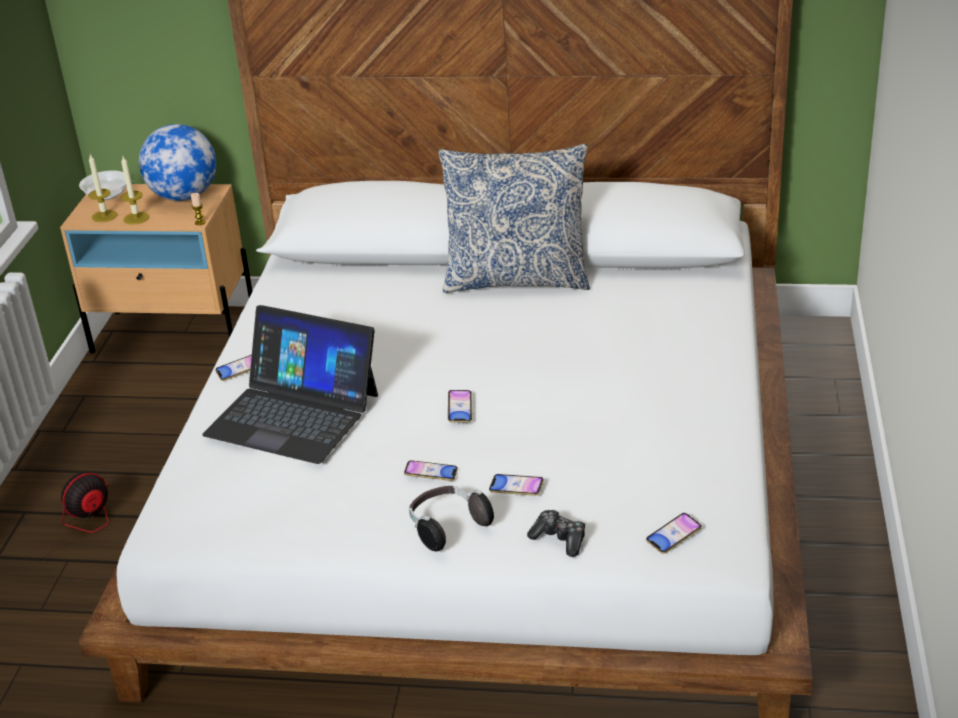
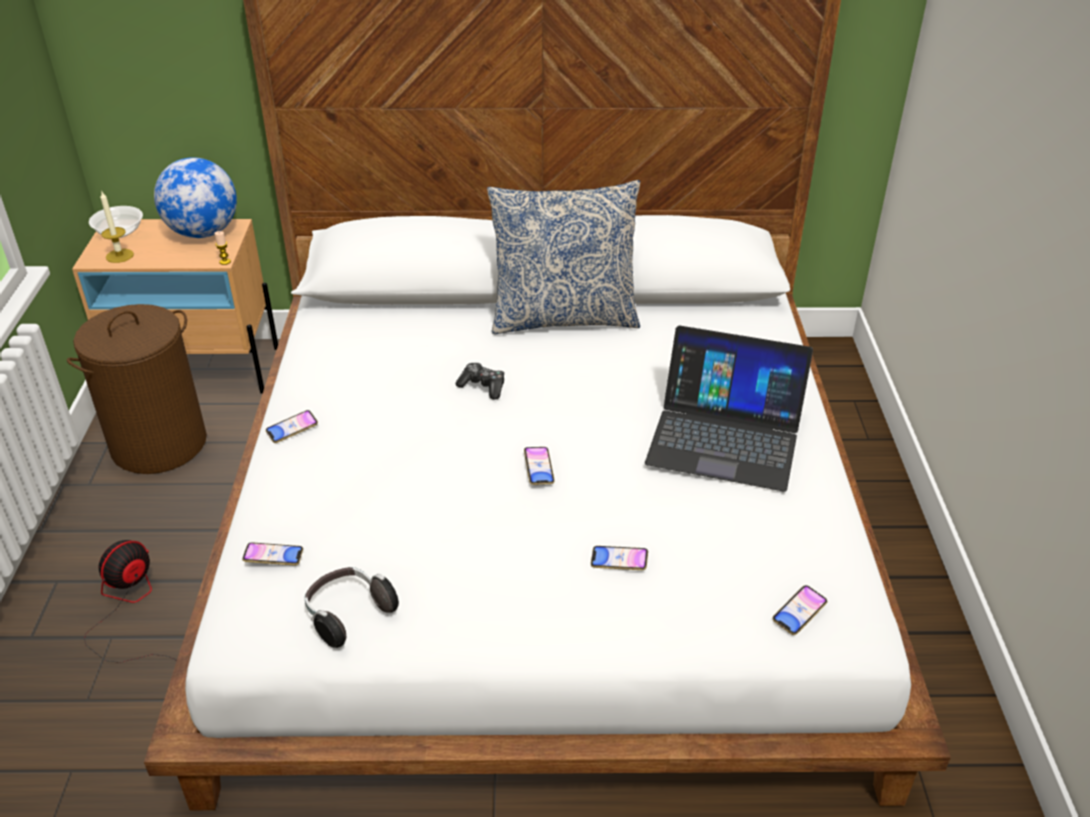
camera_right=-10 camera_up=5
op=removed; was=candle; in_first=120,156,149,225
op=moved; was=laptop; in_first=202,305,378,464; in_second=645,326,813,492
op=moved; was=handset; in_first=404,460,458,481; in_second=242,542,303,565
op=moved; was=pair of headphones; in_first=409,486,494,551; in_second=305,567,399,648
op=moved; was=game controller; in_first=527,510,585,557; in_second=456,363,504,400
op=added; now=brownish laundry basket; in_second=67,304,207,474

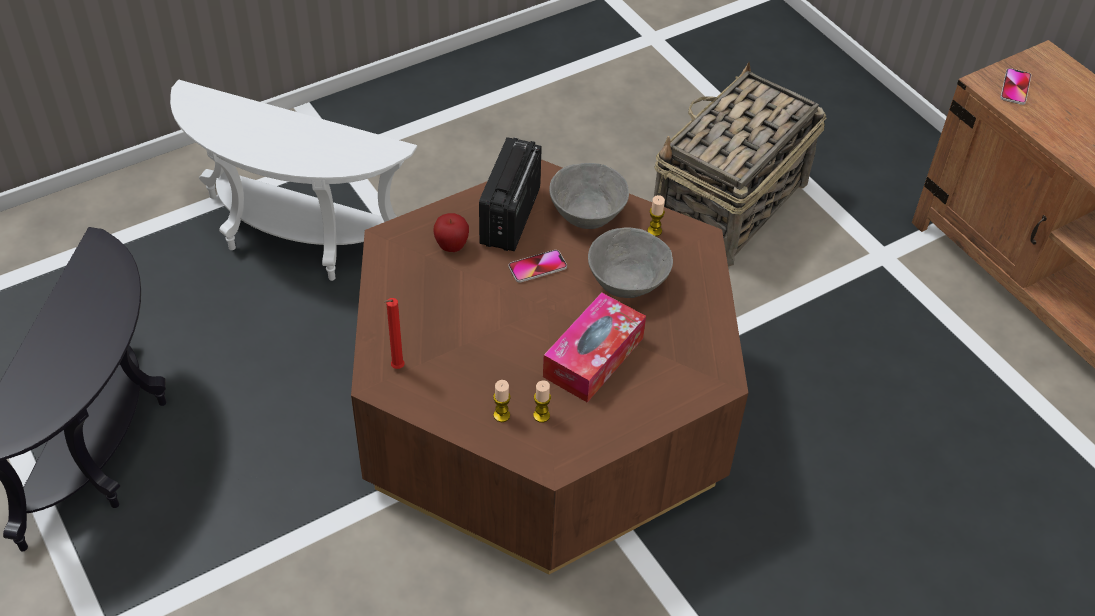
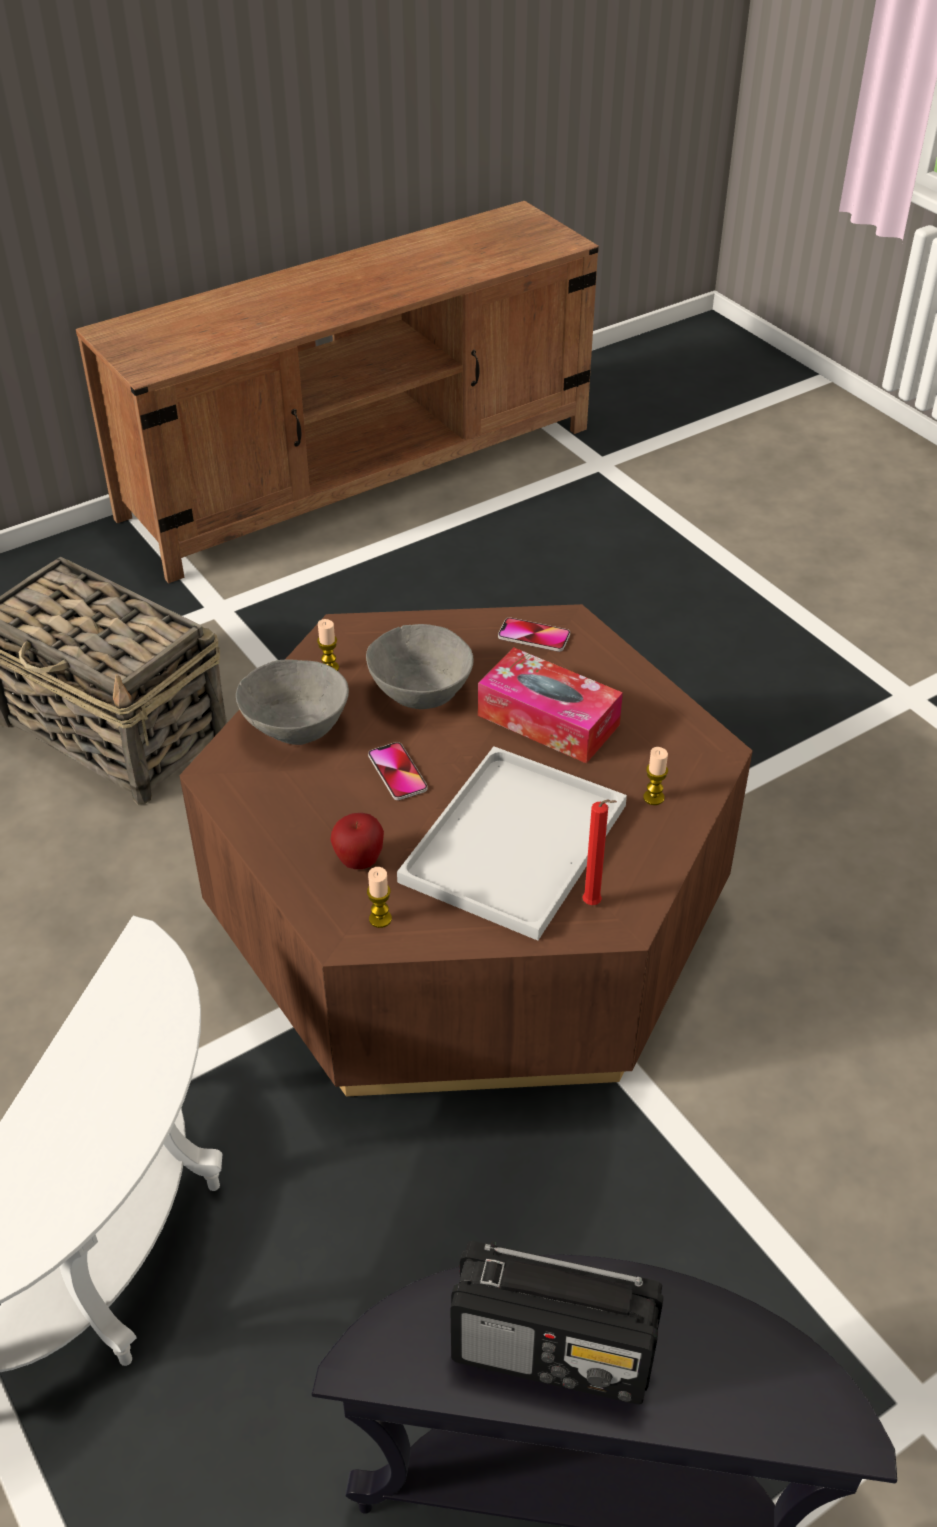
camera_right=-90 camera_up=-5
op=moved; was=radio set; in_first=479,137,542,251; in_second=450,1241,663,1404
op=moved; was=candle; in_first=533,380,551,423; in_second=367,867,392,928
op=moved; was=handset; in_first=1000,68,1031,105; in_second=498,618,570,652
op=added; now=whitish tray; in_second=397,746,627,941

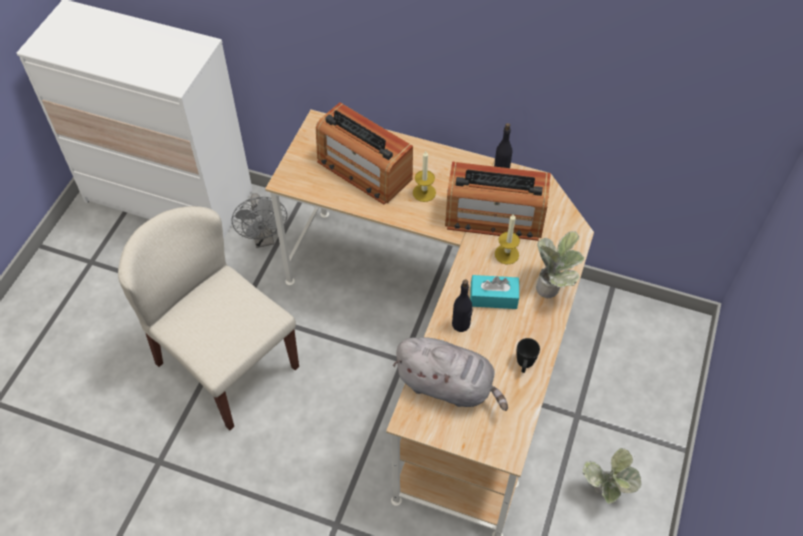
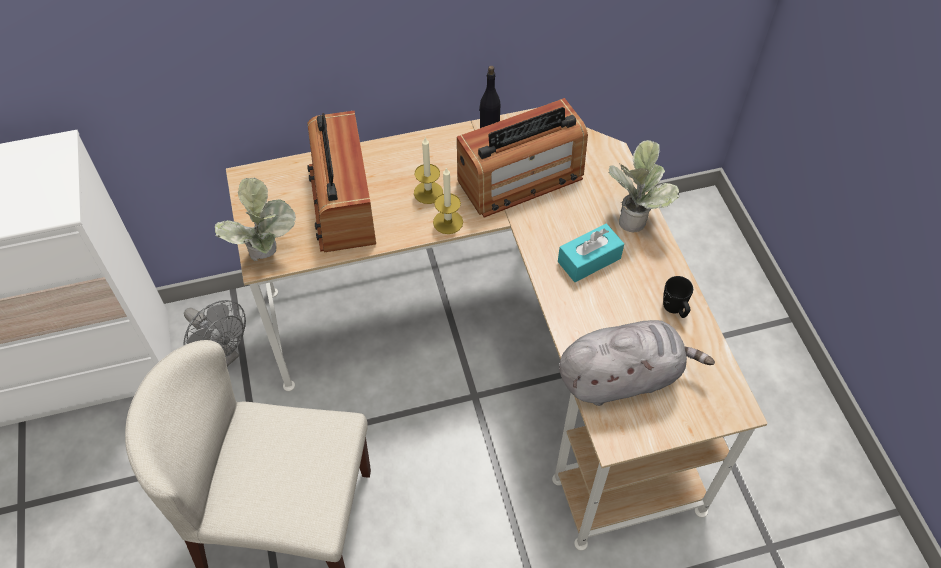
camera_right=-35 camera_up=0
op=turned; was=radio set; in_first=316,102,413,204; in_second=307,111,376,253; clockwise=75
op=removed; was=black beverage bottle; in_first=452,279,473,332
op=moved; was=candle; in_first=495,213,520,264; in_second=433,167,463,234
op=moved; was=plant in a pot; in_first=582,448,642,504; in_second=215,178,296,261

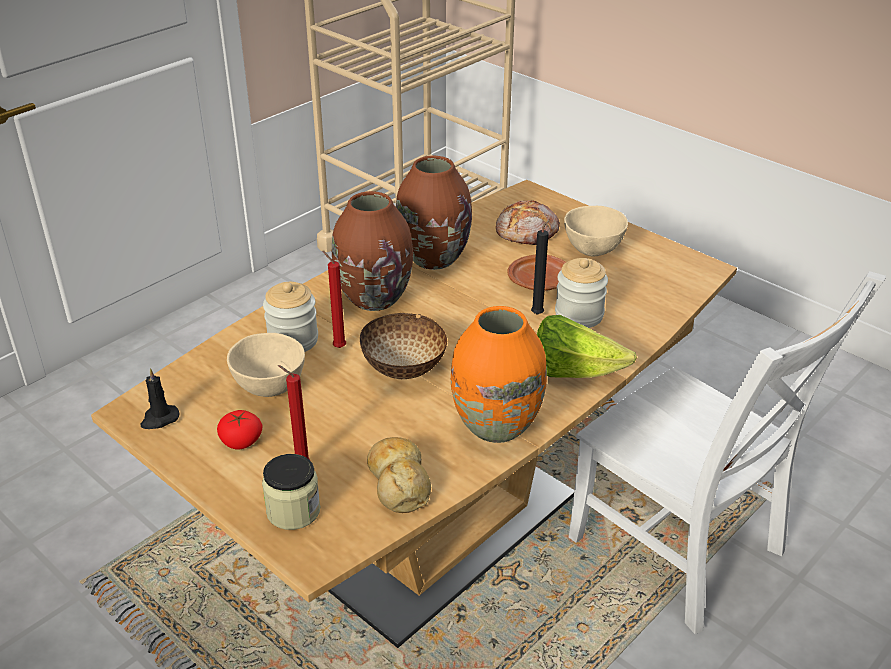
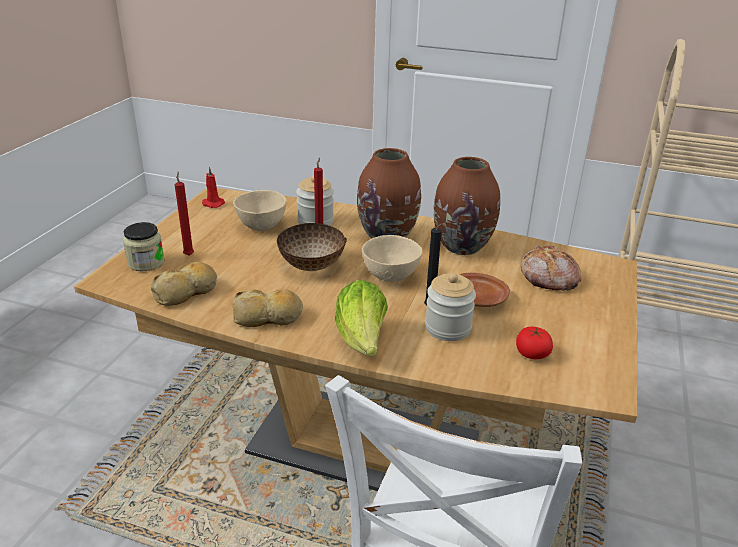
camera_right=65 camera_up=-5
op=recoloured; was=black candle; now=red candle; in_first=140,368,180,429; in_second=202,167,225,208
op=moved; was=tomato; in_first=217,410,262,450; in_second=516,327,553,359
op=replaced; was=orangey vase; now=bread; in_first=451,306,547,443; in_second=233,289,303,327
op=moved; was=beige-coloured serving bowl; in_first=564,206,628,256; in_second=362,235,422,282

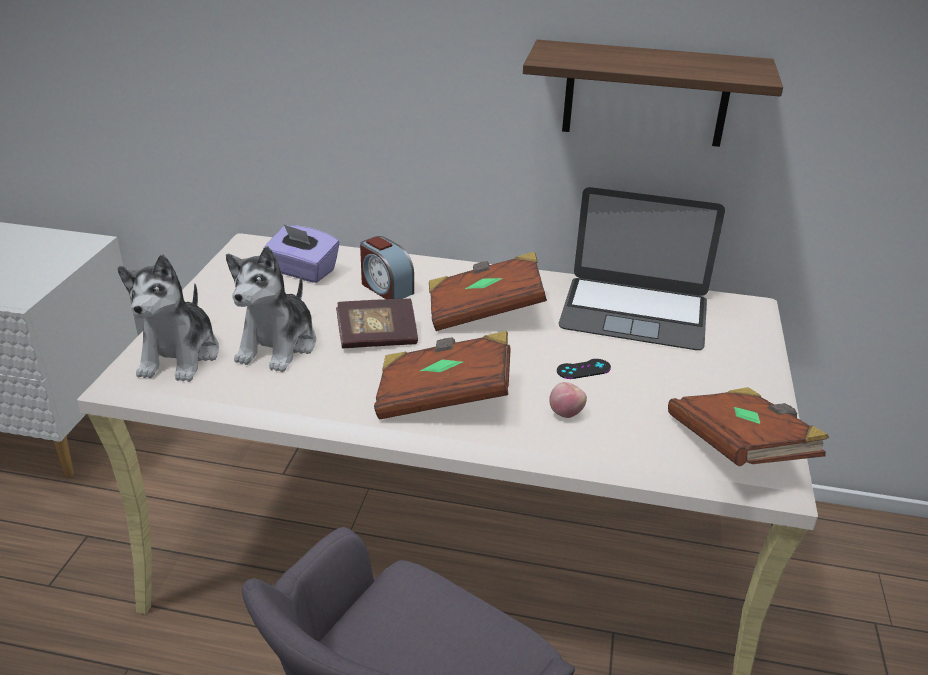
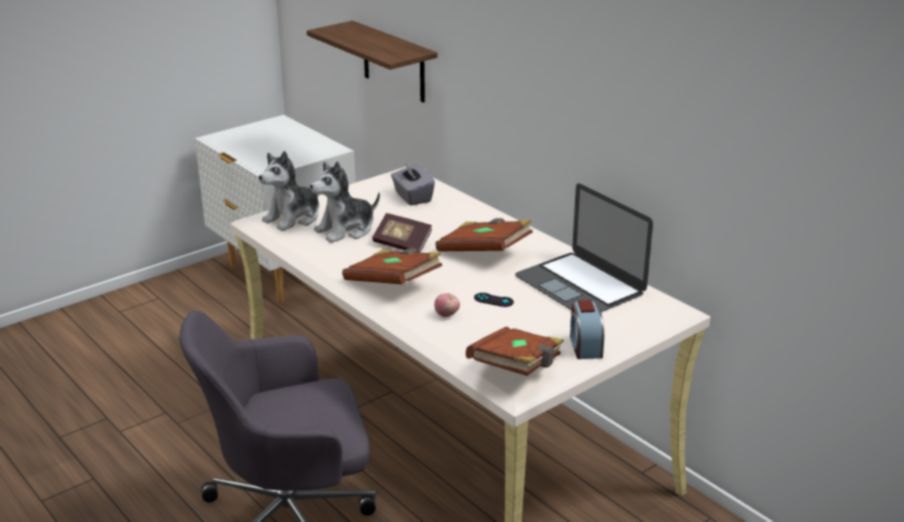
camera_right=40 camera_up=-5
op=recoloured; was=purplish box of tissues; now=grey box of tissues; in_first=263,224,340,283; in_second=391,162,435,205
op=moved; was=table clock; in_first=360,236,414,299; in_second=570,300,604,359
op=moved; was=wall shelf; in_first=523,40,783,147; in_second=307,21,438,103

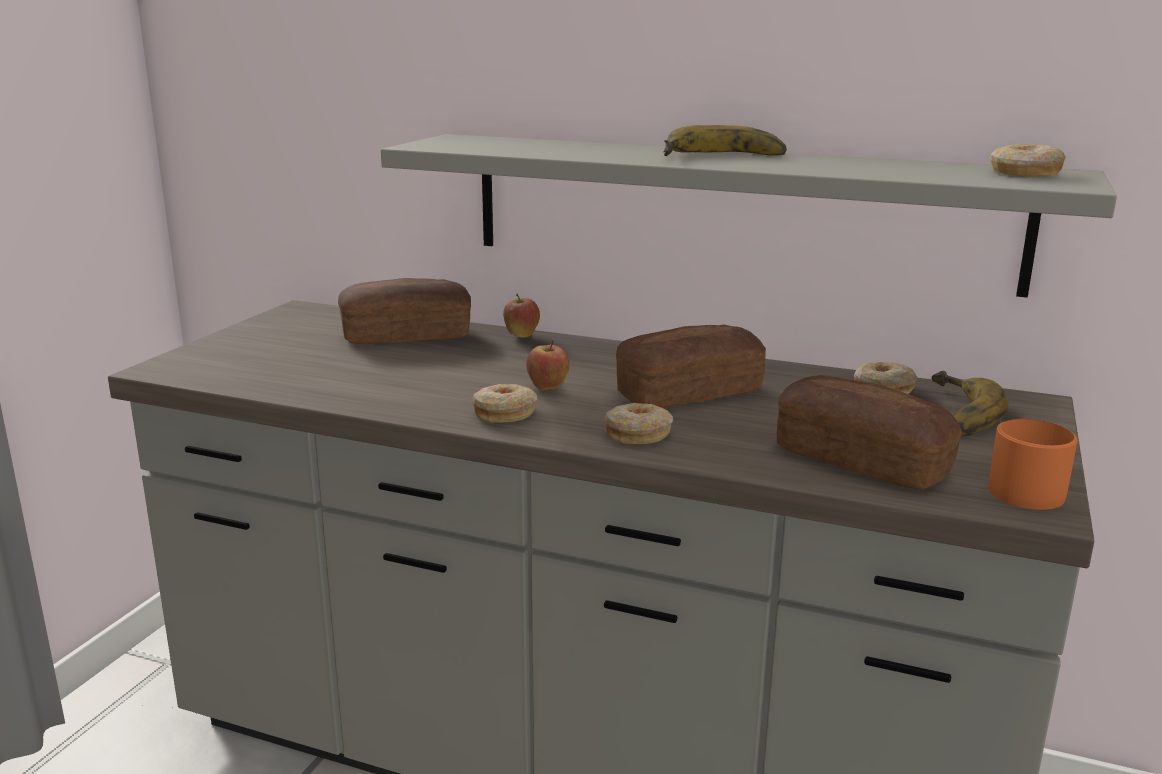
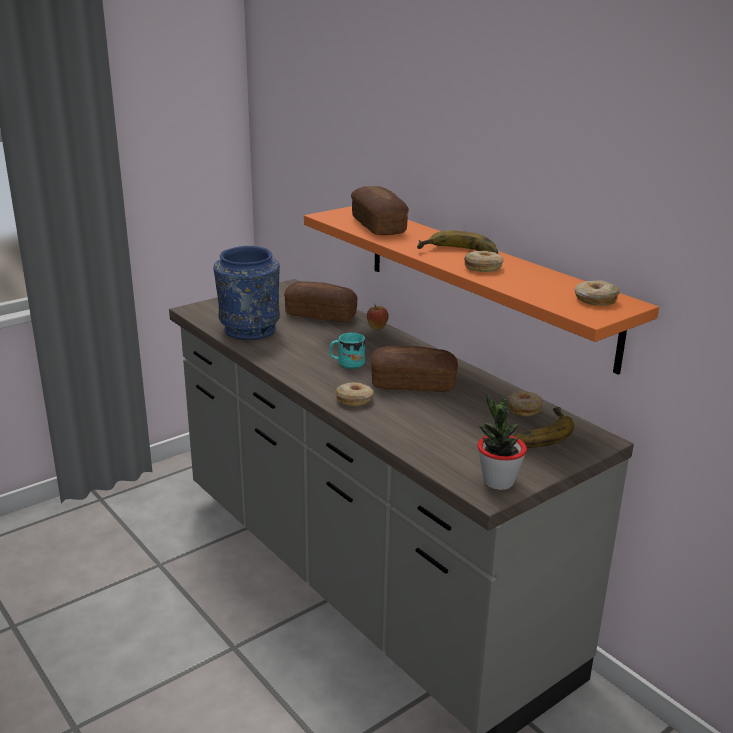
camera_right=30 camera_up=5
op=recoloured; was=grey wall shelf; now=orangey wall shelf; in_first=381,134,1117,298; in_second=304,206,659,375
op=moved; was=doughnut; in_first=472,384,537,423; in_second=464,251,503,272
op=replaced; was=apple fruit; now=turquoise-coloured mug; in_first=526,340,569,390; in_second=329,333,365,369
op=moved; was=bread; in_first=777,375,962,489; in_second=351,186,409,235
op=replaced; was=orangey mug; now=plant in a pot; in_first=988,419,1078,510; in_second=477,392,527,490
op=added; now=blue-coloured vase; in_second=213,246,280,340

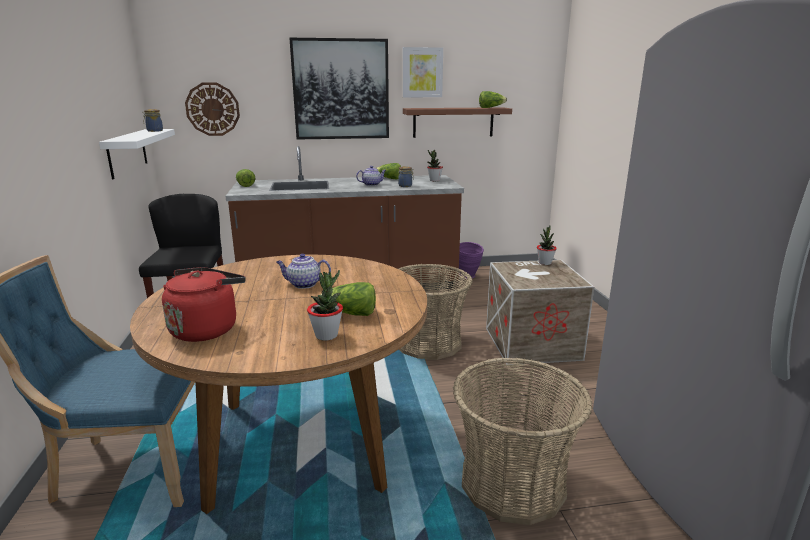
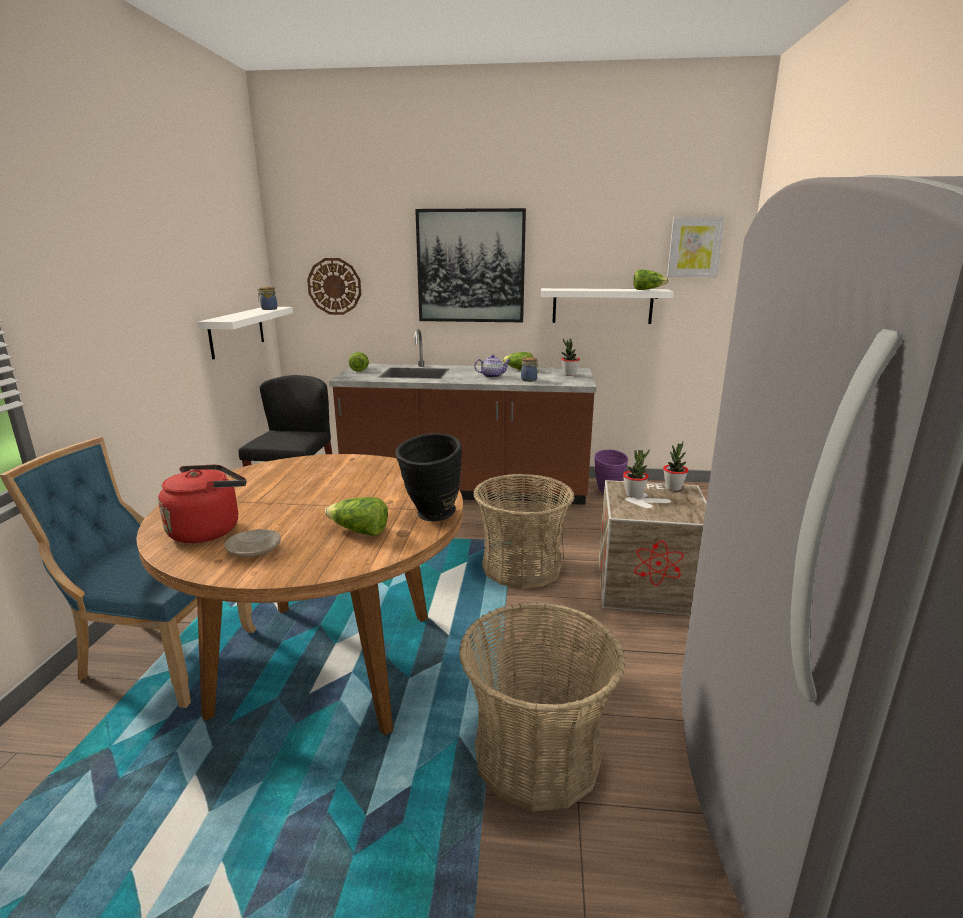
camera_right=15 camera_up=0
op=removed; was=pot for tea; in_first=276,253,331,289
op=moved; was=plant in a pot; in_first=307,270,343,341; in_second=623,450,650,498
op=moved; was=wall art; in_first=402,47,443,97; in_second=667,217,725,277
op=recoloured; was=brownish wall shelf; now=whitish wall shelf; in_first=403,107,512,138; in_second=541,288,674,324
op=added; now=beige-coloured plate; in_second=224,529,281,557
op=added; now=black vase; in_second=396,433,462,521

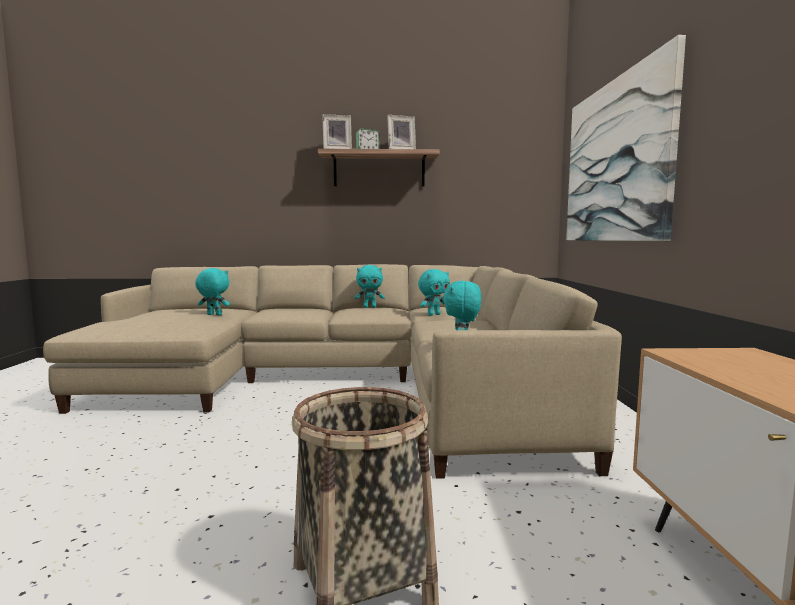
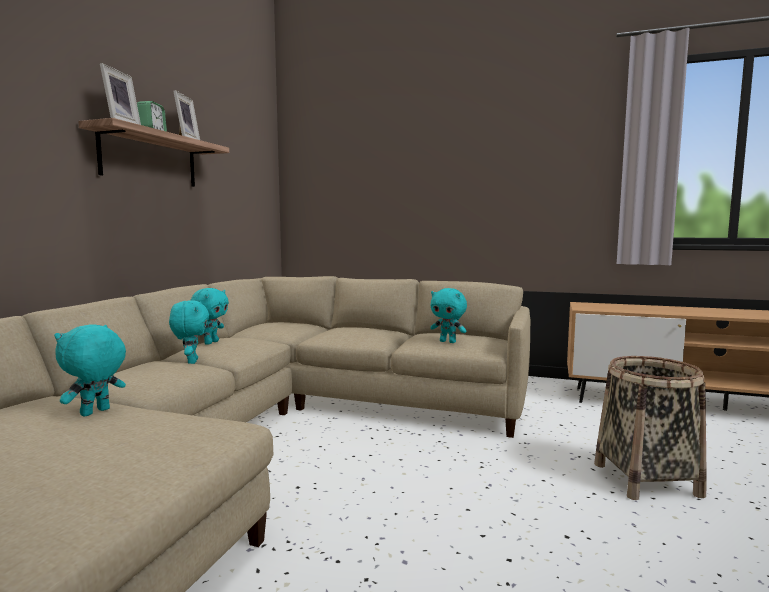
camera_right=-70 camera_up=0
op=moved; was=turquoise-coloured plush toy; in_first=418,269,450,316; in_second=169,300,209,364
op=removed; was=wall art; in_first=566,35,686,241

